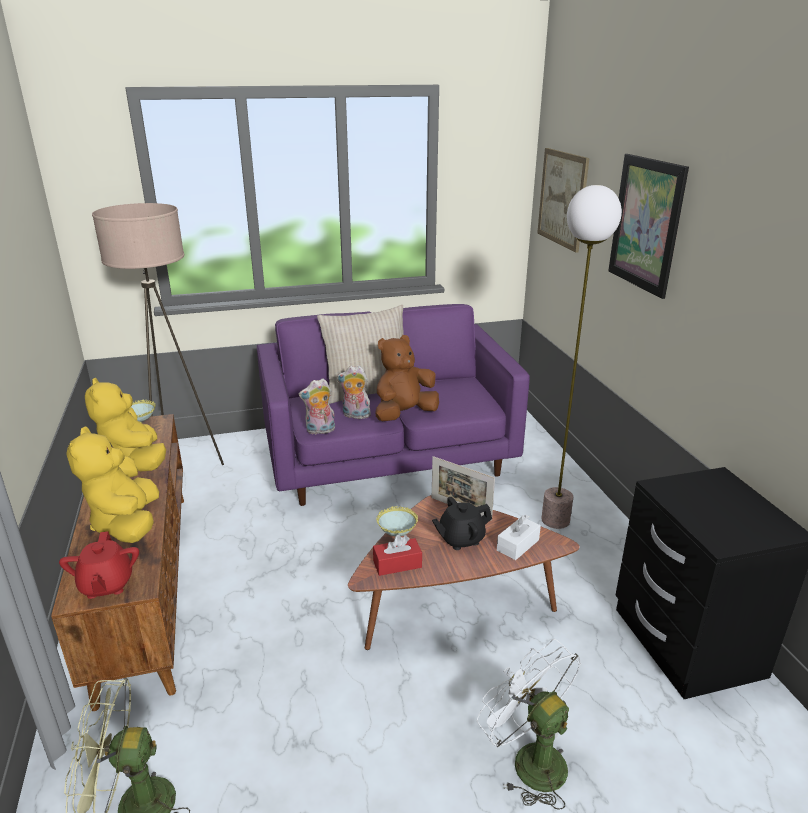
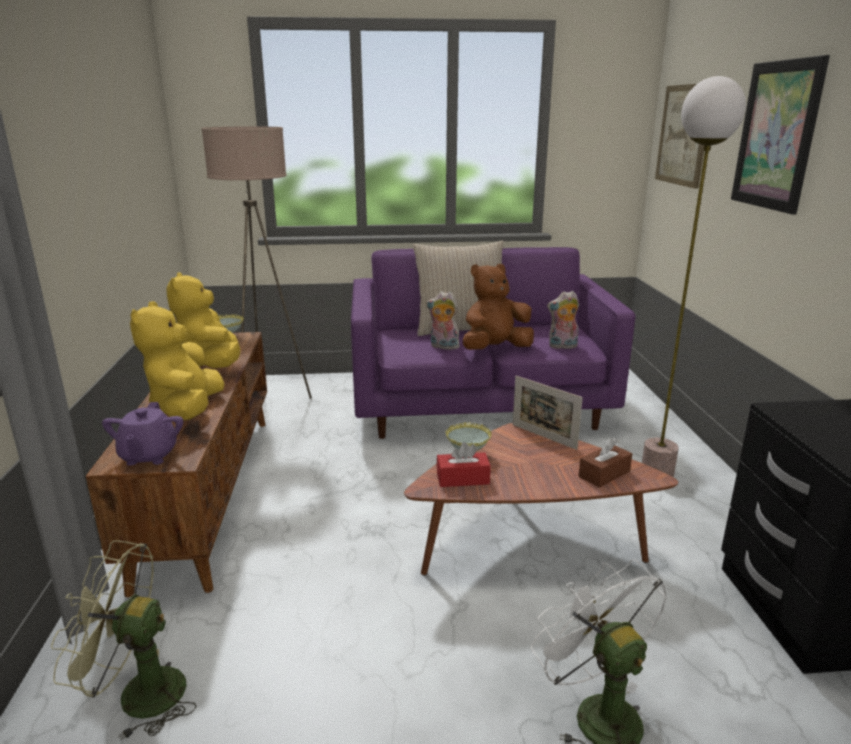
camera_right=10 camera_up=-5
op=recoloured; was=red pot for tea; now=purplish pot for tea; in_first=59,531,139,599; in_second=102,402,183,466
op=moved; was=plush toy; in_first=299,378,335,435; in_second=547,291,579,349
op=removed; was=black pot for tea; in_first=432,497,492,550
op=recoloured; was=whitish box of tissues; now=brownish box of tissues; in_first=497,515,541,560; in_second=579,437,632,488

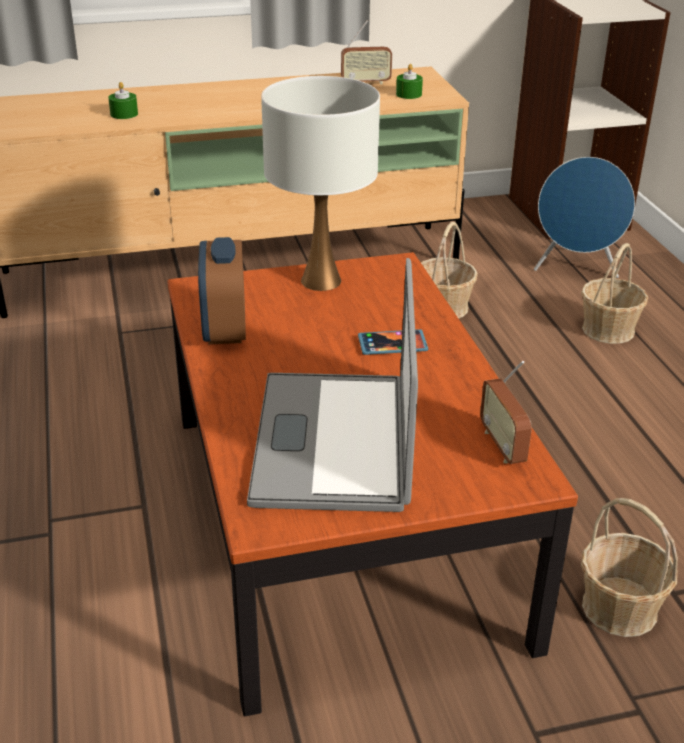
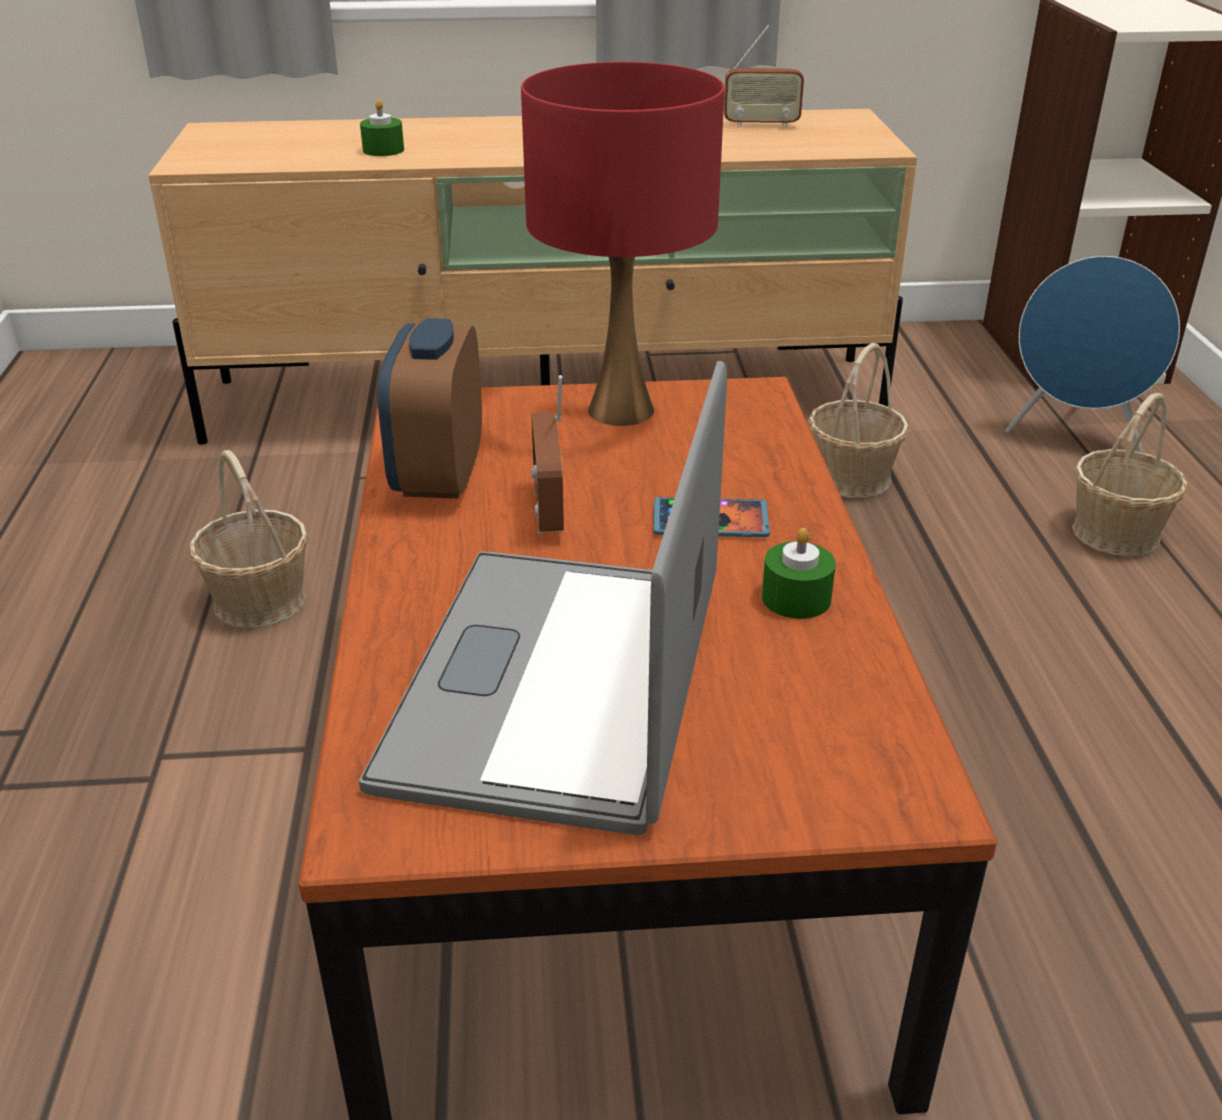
camera_right=10 camera_up=0
op=recoloured; was=whitish lamp for a table; now=red lamp for a table; in_first=261,76,380,291; in_second=521,62,725,426
op=moved; was=green candle; in_first=396,64,423,99; in_second=762,528,836,619
op=moved; was=radio set; in_first=480,361,532,464; in_second=531,375,564,534
op=moved; was=basket; in_first=581,498,678,637; in_second=189,450,308,628

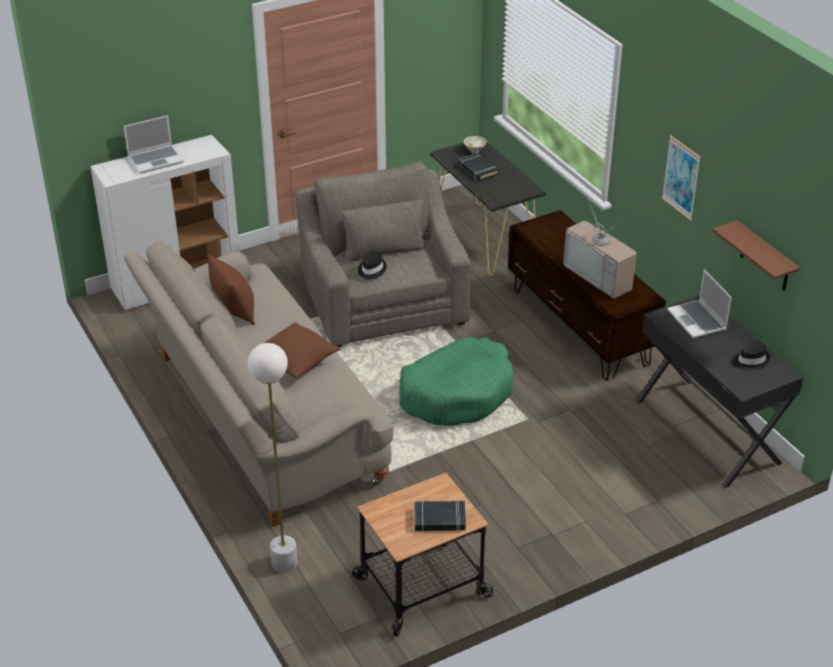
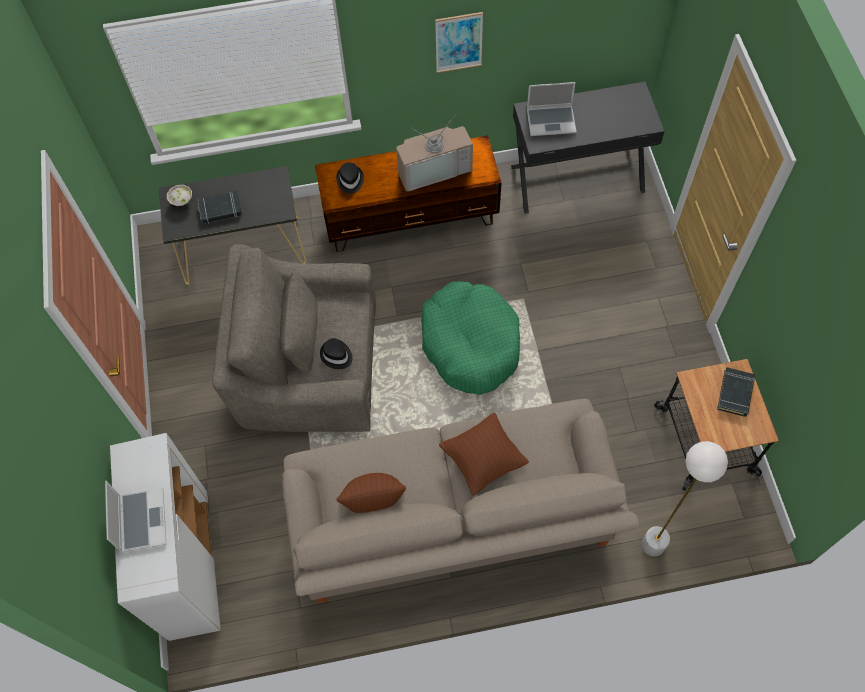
camera_right=-70 camera_up=25
op=removed; was=brownish wall shelf; in_first=712,220,800,291
op=moved; was=black clothing hat; in_first=733,340,770,370; in_second=336,162,364,194

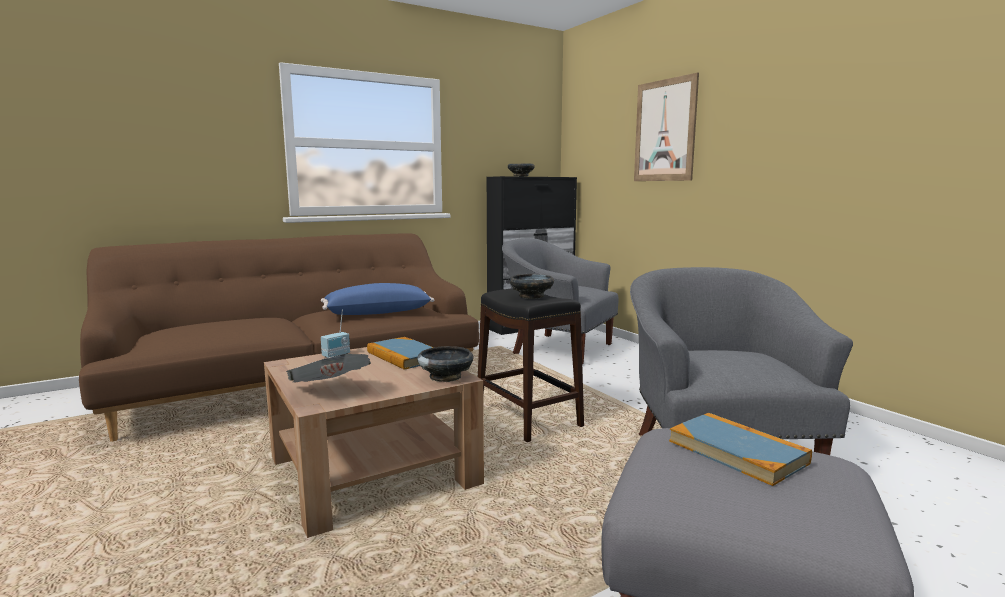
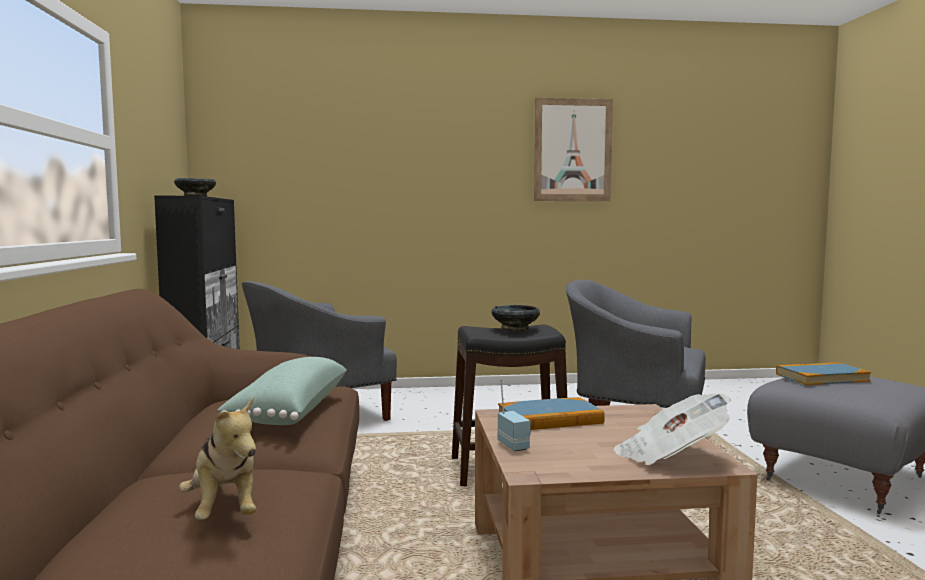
camera_right=-65 camera_up=-5
op=recoloured; was=blue-coloured pillow; now=green pillow; in_first=321,283,434,315; in_second=217,357,347,425
op=removed; was=black serving bowl; in_first=417,346,474,382
op=moved; was=wall art; in_first=634,73,699,181; in_second=534,98,613,201
op=added; now=plush toy; in_second=179,398,256,520

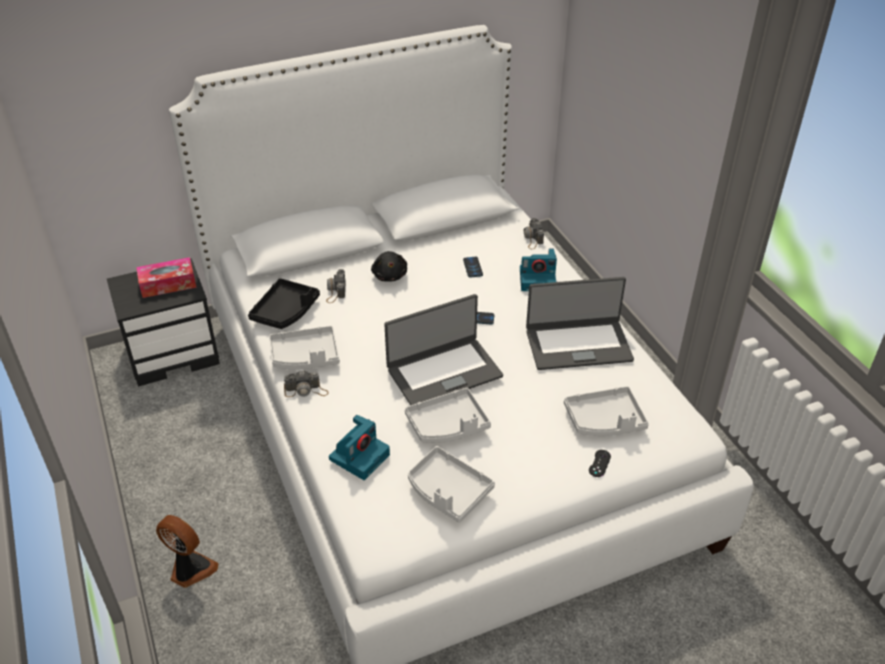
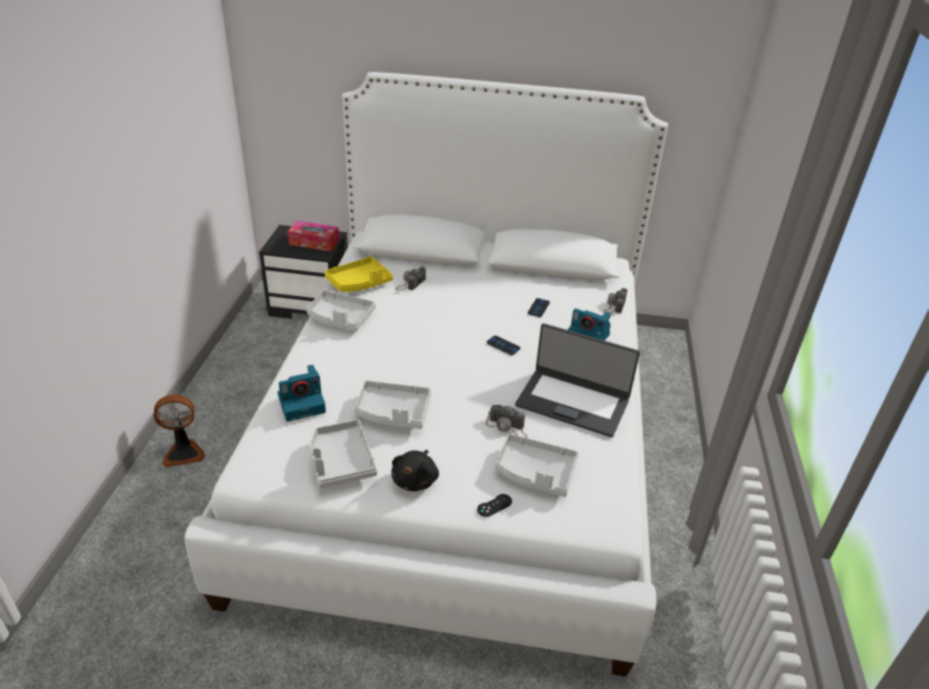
camera_right=30 camera_up=-5
op=turned; was=electric fan; in_first=156,515,219,588; in_second=154,395,205,467; clockwise=105
op=recoloured; was=black tray; now=yellowish tray; in_first=248,278,320,329; in_second=324,256,393,292
op=moved; was=photo camera; in_first=284,371,329,397; in_second=486,405,527,438
op=moved; was=black plush toy; in_first=371,251,407,282; in_second=391,450,439,491
op=removed; was=laptop; in_first=384,294,503,405

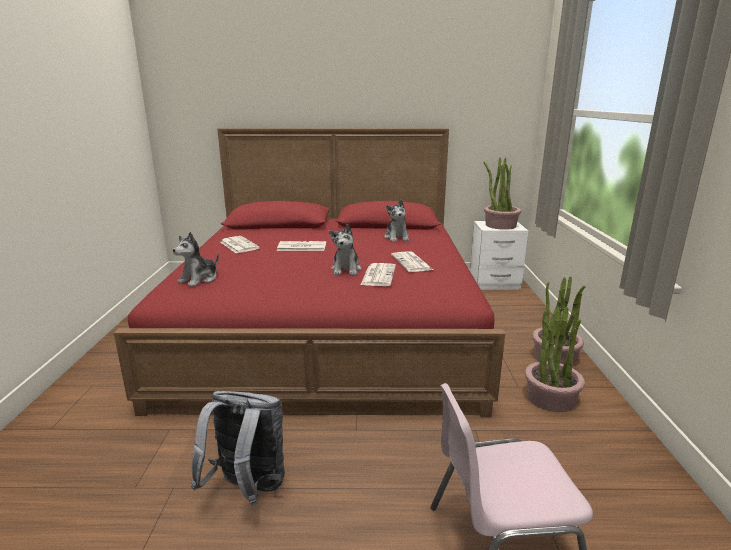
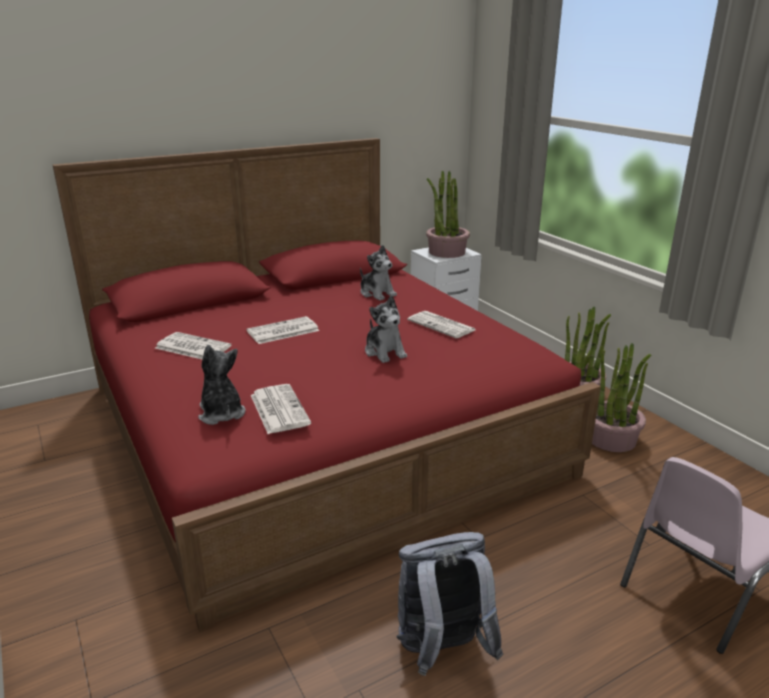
camera_right=-30 camera_up=5
op=turned; was=plush toy; in_first=173,232,219,287; in_second=198,345,246,425; clockwise=150
op=moved; was=printed paper; in_first=361,263,396,286; in_second=251,384,311,434

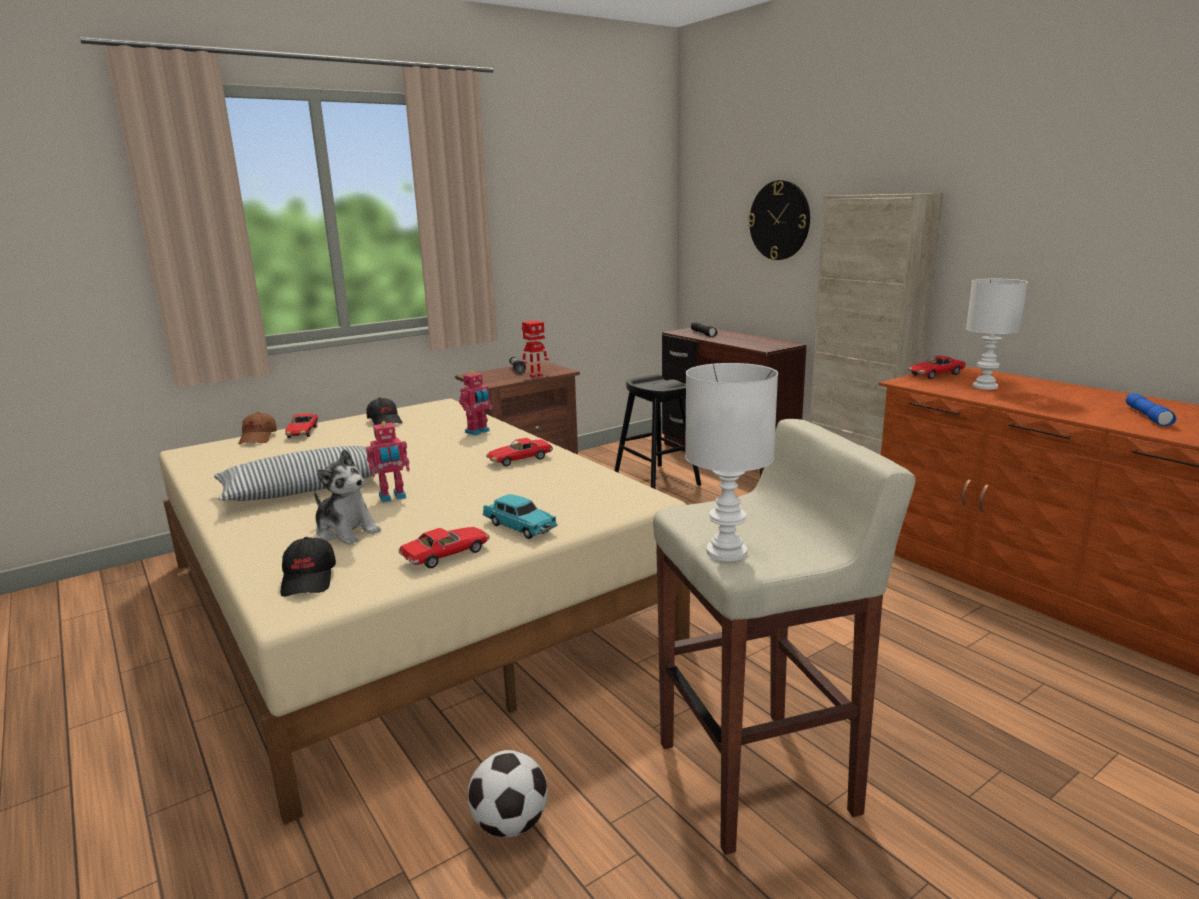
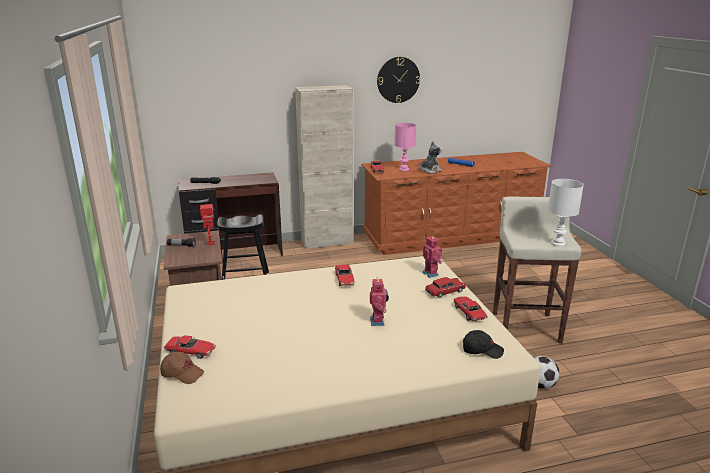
camera_right=-70 camera_up=5
op=removed; was=pillow; in_first=214,446,378,501
op=moved; was=plush toy; in_first=314,449,381,545; in_second=418,141,443,174
op=removed; was=black cap; in_first=367,397,403,425
op=moved; was=model robot; in_first=459,371,493,436; in_second=422,235,442,278
op=recoloured; was=turquoise-coloured model car; now=red model car; in_first=482,494,558,539; in_second=425,277,466,298
op=moved; was=hanging clock; in_first=748,180,810,260; in_second=377,57,420,103
op=recoloured; was=whitish lamp for a table; now=pinkish lamp for a table; in_first=966,279,1027,390; in_second=395,123,416,171

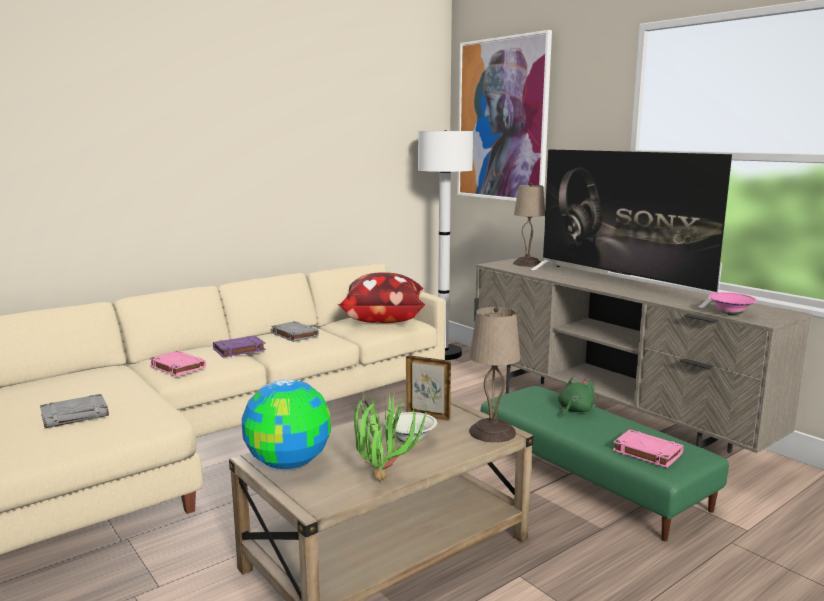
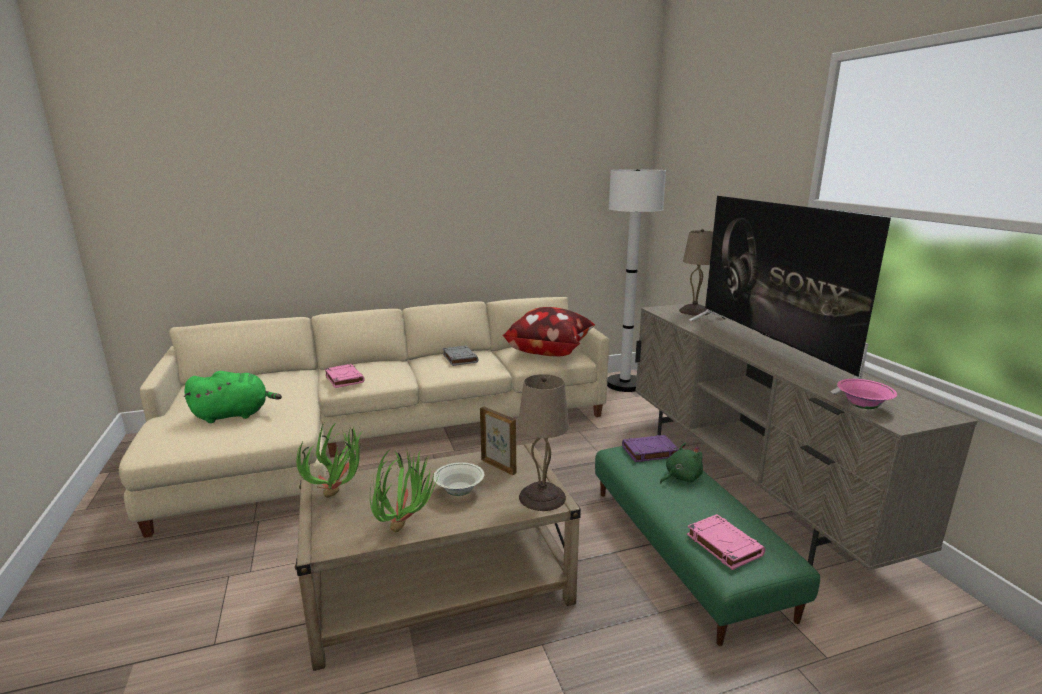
camera_right=20 camera_up=5
op=replaced; was=grey volume; now=green plush toy; in_first=40,394,109,428; in_second=184,371,282,423
op=moved; was=purplish volume; in_first=213,335,266,357; in_second=622,435,679,462
op=replaced; was=globe; now=plant in a pot; in_first=242,379,331,469; in_second=297,420,362,498
op=removed; was=wall art; in_first=457,30,552,201

